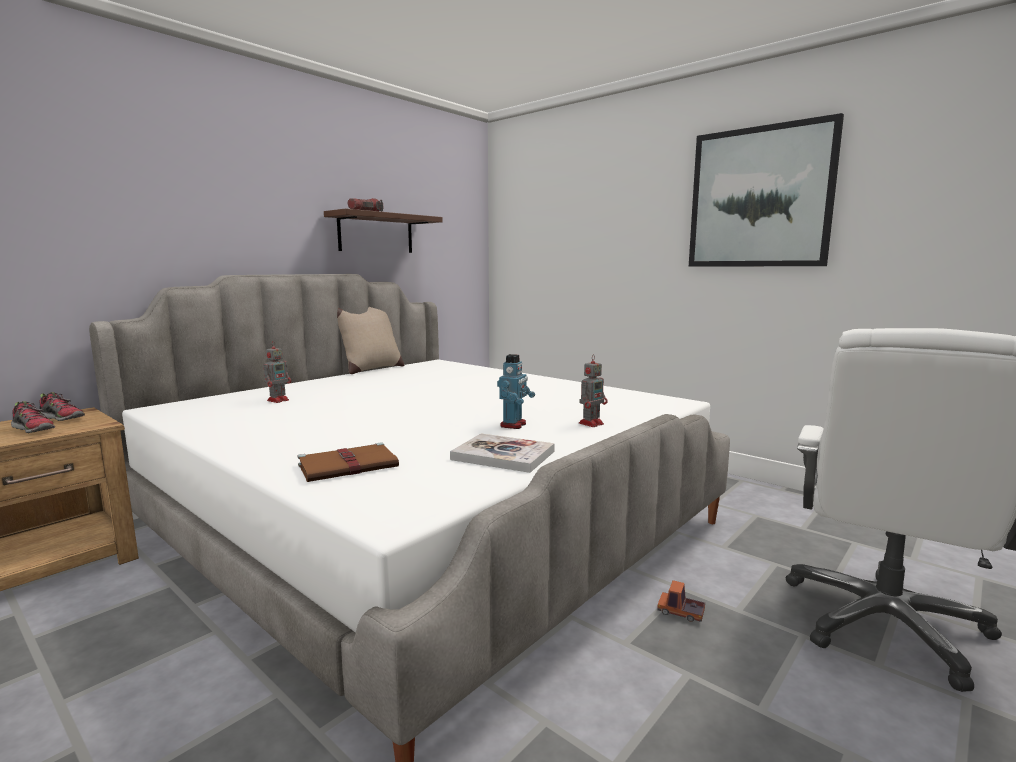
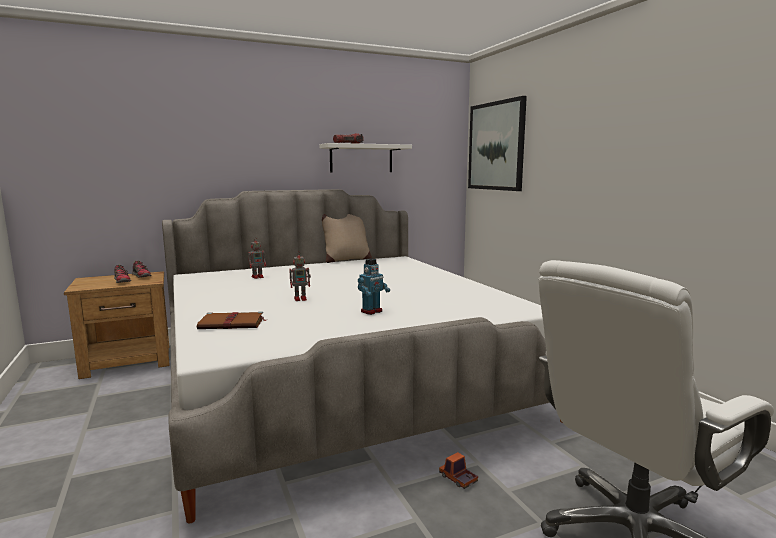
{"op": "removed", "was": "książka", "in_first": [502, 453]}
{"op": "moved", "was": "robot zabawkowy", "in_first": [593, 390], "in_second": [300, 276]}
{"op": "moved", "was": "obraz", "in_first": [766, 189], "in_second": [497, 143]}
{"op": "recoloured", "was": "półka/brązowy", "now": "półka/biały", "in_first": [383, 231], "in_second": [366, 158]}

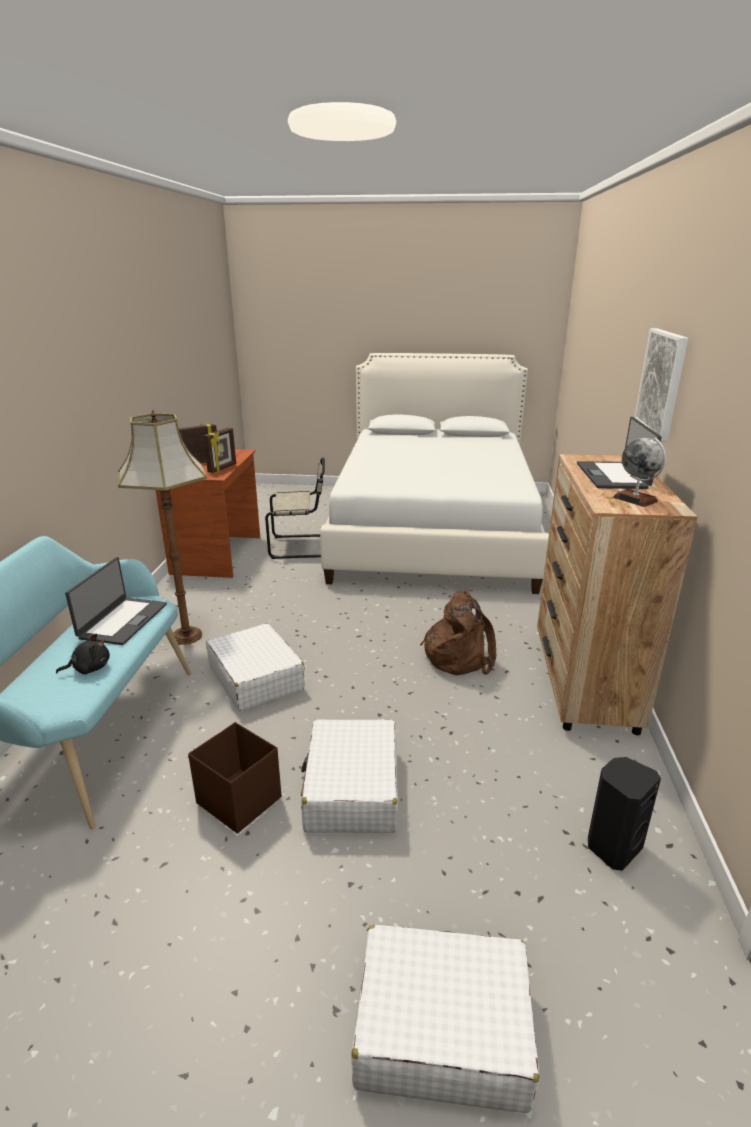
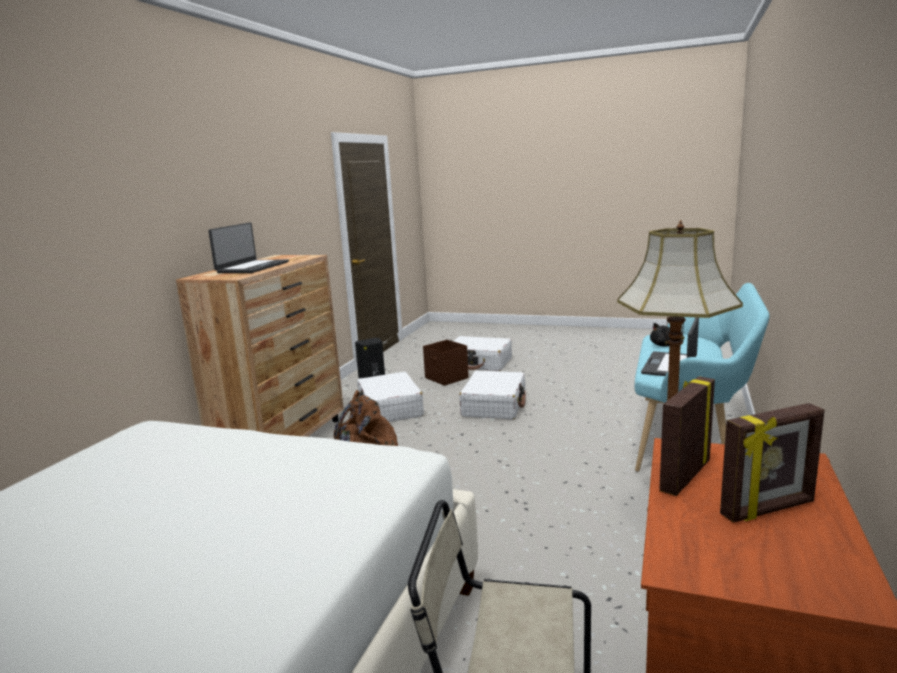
{"op": "removed", "was": "globus", "in_first": [639, 472]}
{"op": "removed", "was": "obraz", "in_first": [661, 384]}
{"op": "moved", "was": "pojemnik do przechowywania/brązowy", "in_first": [234, 778], "in_second": [446, 363]}
{"op": "moved", "was": "walizka/biały", "in_first": [255, 667], "in_second": [390, 397]}

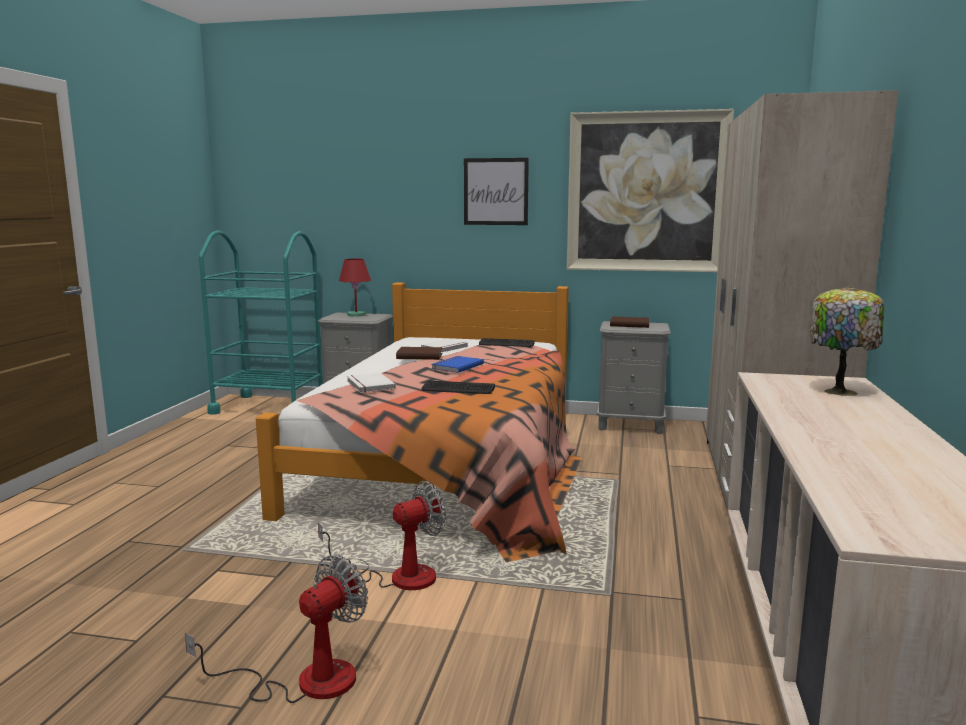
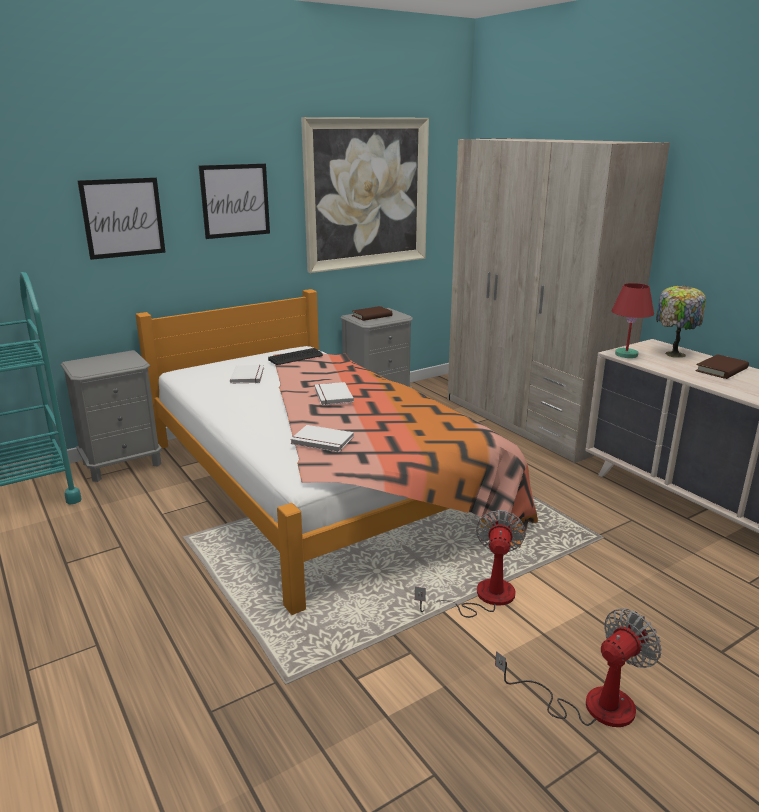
{"op": "removed", "was": "klawiatura", "in_first": [458, 387]}
{"op": "added", "now": "obraz", "in_second": [122, 218]}
{"op": "moved", "was": "lampa stołowa/czerwony", "in_first": [355, 288], "in_second": [633, 320]}
{"op": "moved", "was": "książka/brązowy", "in_first": [419, 353], "in_second": [722, 366]}
{"op": "recoloured", "was": "książka/niebieski", "now": "książka/biały", "in_first": [457, 364], "in_second": [334, 393]}
{"op": "turned", "was": "wentylator", "in_first": [276, 629], "in_second": [578, 667], "clockwise": 60}

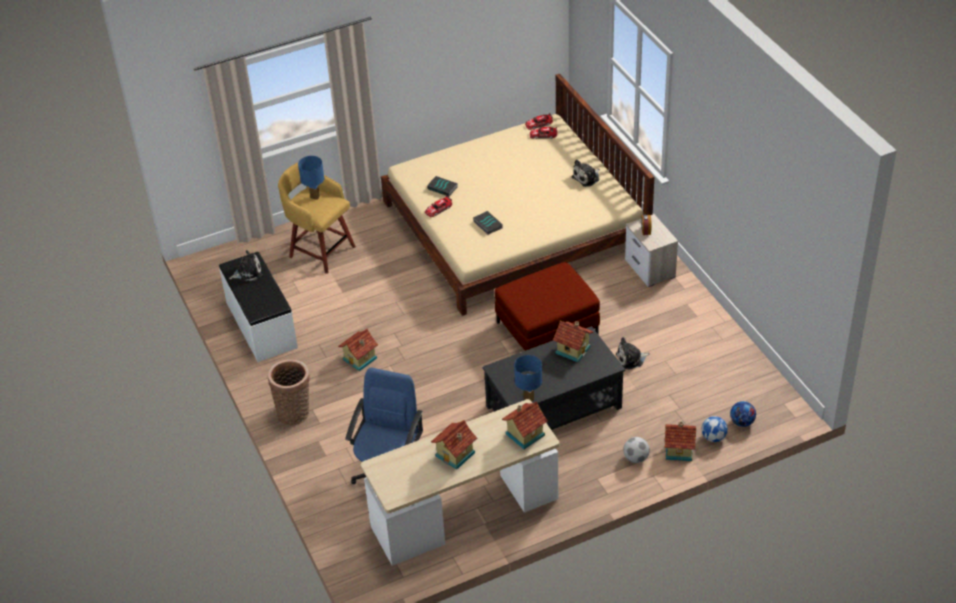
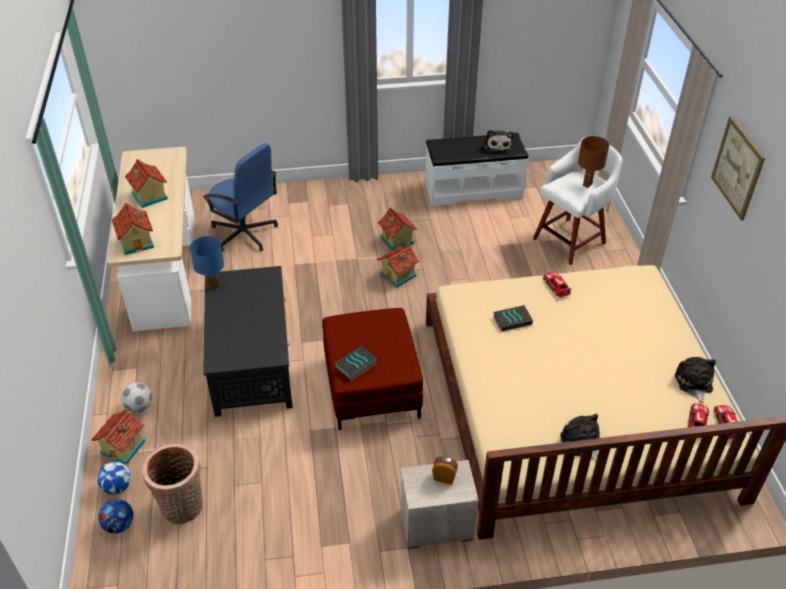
{"op": "added", "now": "obraz", "in_second": [738, 168]}
{"op": "moved", "was": "koszyk", "in_first": [289, 392], "in_second": [173, 483]}
{"op": "moved", "was": "książka", "in_first": [442, 186], "in_second": [356, 363]}
{"op": "moved", "was": "domek", "in_first": [573, 342], "in_second": [398, 265]}
{"op": "moved", "was": "pluszak", "in_first": [633, 353], "in_second": [695, 380]}
{"op": "recoloured", "was": "stołek/żółty", "now": "stołek/biały", "in_first": [317, 218], "in_second": [577, 201]}
{"op": "recoloured", "was": "lampa stołowa/niebieski", "now": "lampa stołowa/brązowy", "in_first": [311, 178], "in_second": [593, 162]}

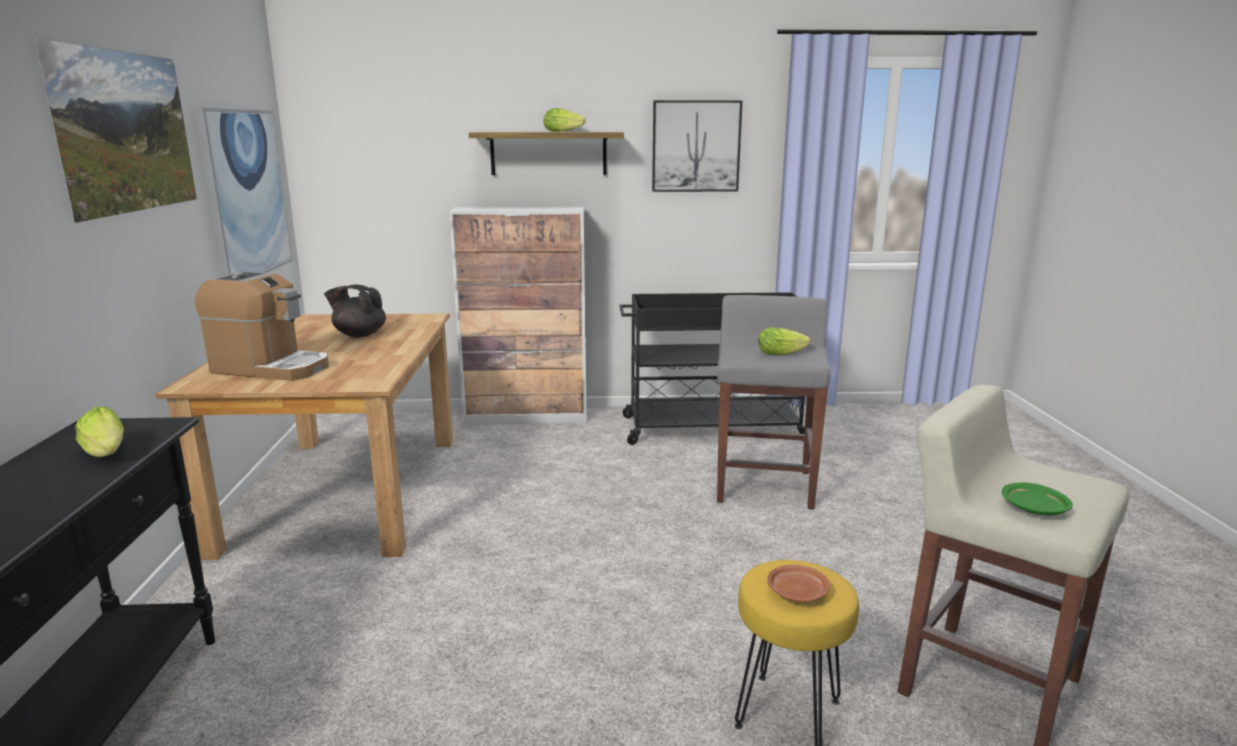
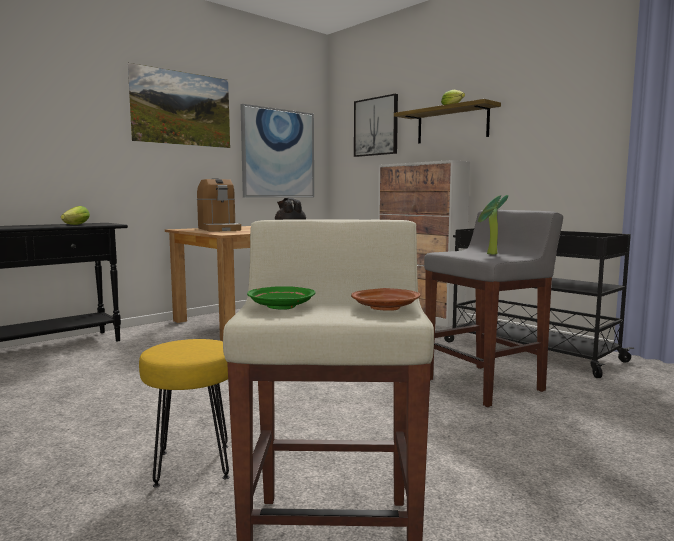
{"op": "moved", "was": "obraz", "in_first": [697, 146], "in_second": [376, 125]}
{"op": "moved", "was": "talerz/brązowy", "in_first": [798, 583], "in_second": [385, 299]}
{"op": "replaced", "was": "sałata", "now": "roślina doniczkowa", "in_first": [784, 341], "in_second": [493, 225]}

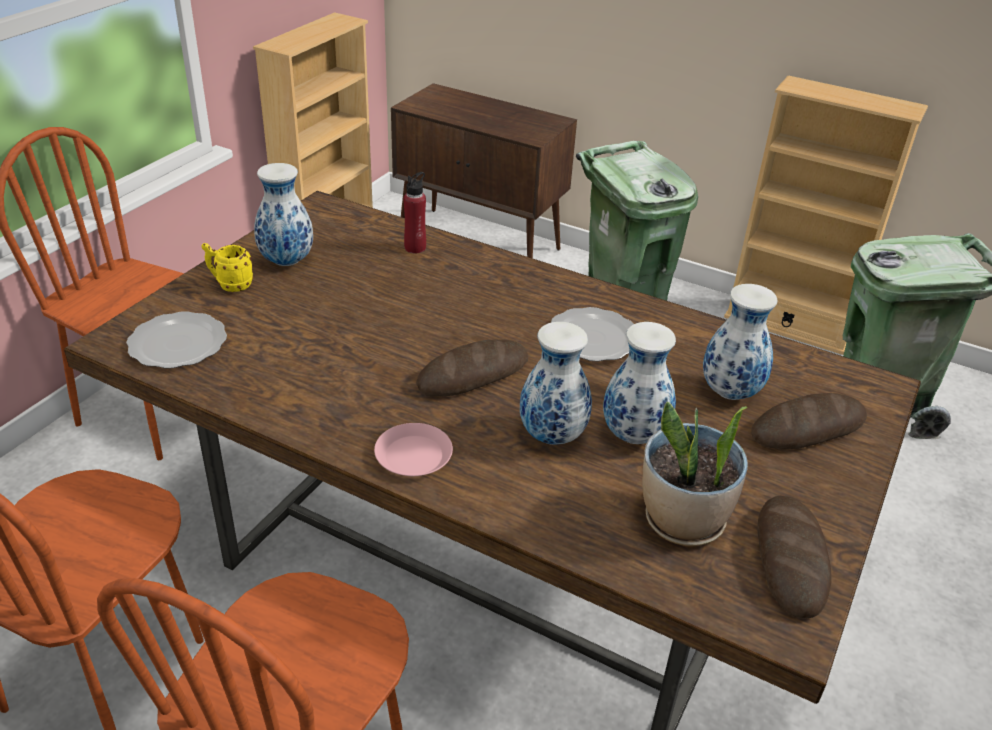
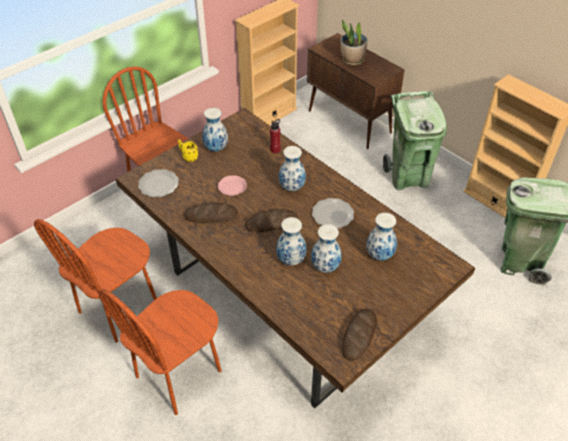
{"op": "added", "now": "wazon", "in_second": [292, 168]}
{"op": "moved", "was": "talerz/różowy", "in_first": [413, 449], "in_second": [232, 185]}
{"op": "moved", "was": "roślina doniczkowa", "in_first": [695, 474], "in_second": [354, 42]}
{"op": "moved", "was": "chleb", "in_first": [809, 421], "in_second": [211, 213]}

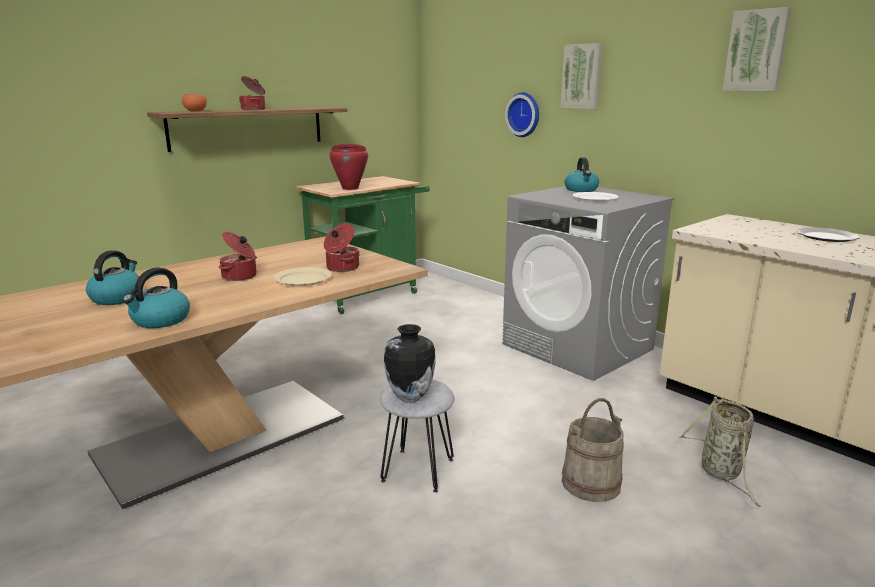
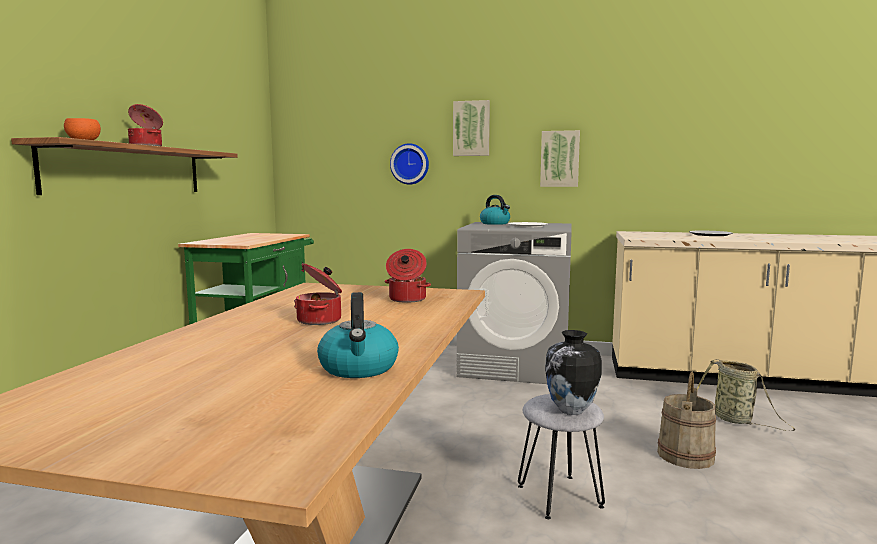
{"op": "removed", "was": "czajnik", "in_first": [112, 277]}
{"op": "removed", "was": "talerz/beżowy", "in_first": [303, 276]}
{"op": "removed", "was": "garnek/czerwony", "in_first": [348, 167]}
{"op": "moved", "was": "obraz", "in_first": [756, 49], "in_second": [560, 158]}

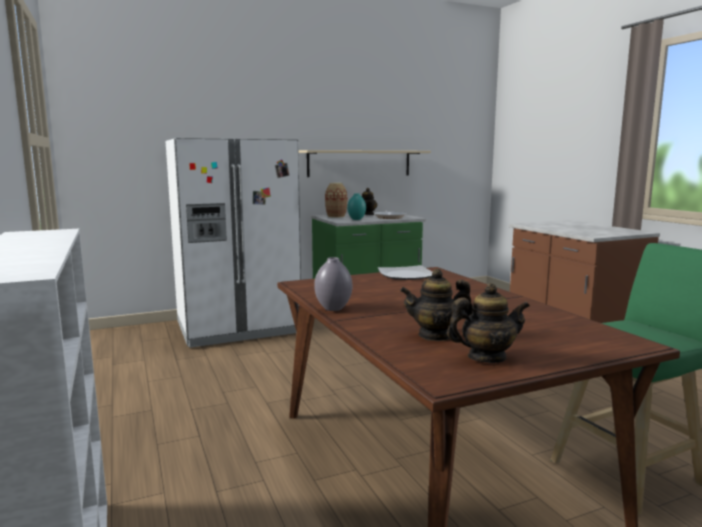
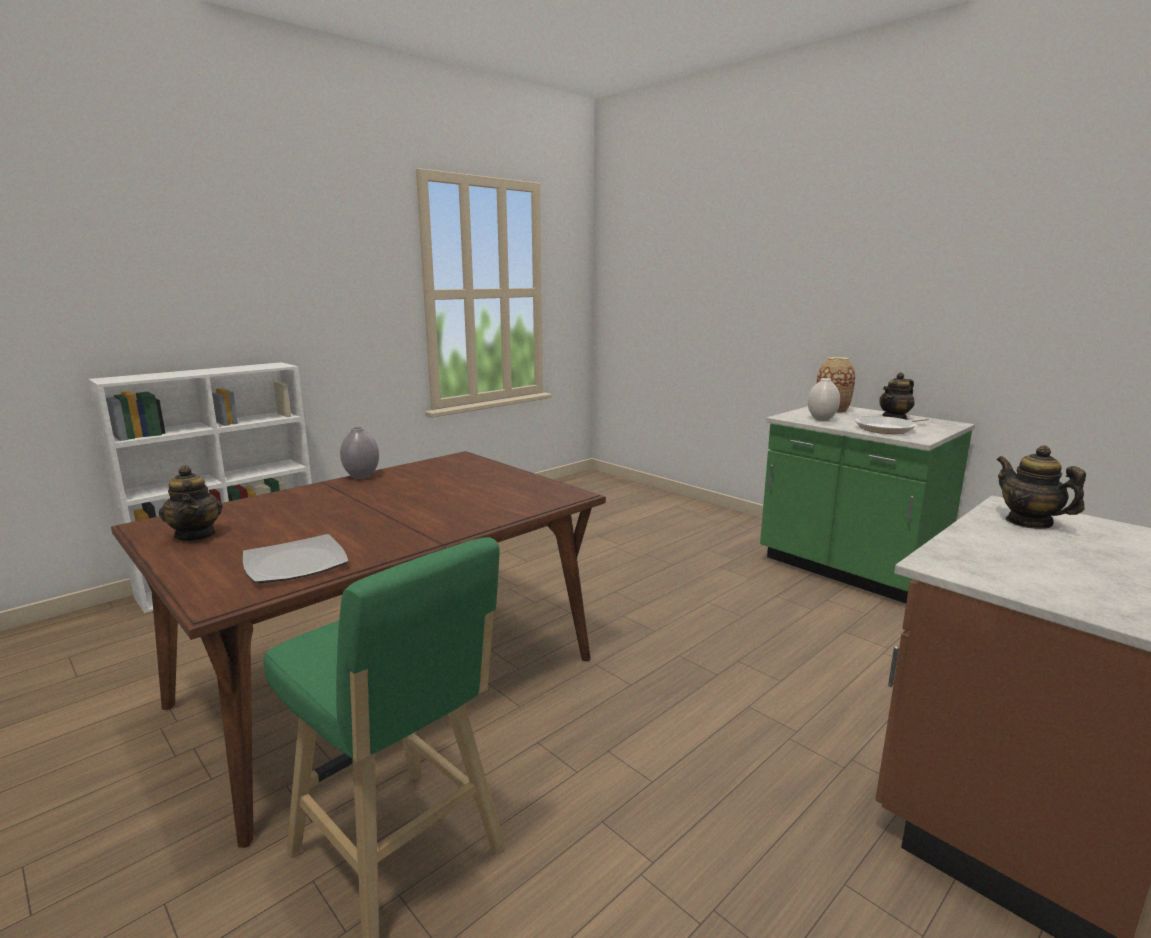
{"op": "removed", "was": "lodówka/biały", "in_first": [233, 243]}
{"op": "removed", "was": "półka/beżowy", "in_first": [365, 163]}
{"op": "moved", "was": "talerz", "in_first": [405, 272], "in_second": [296, 558]}
{"op": "moved", "was": "imbryk", "in_first": [436, 305], "in_second": [1041, 487]}
{"op": "recoloured", "was": "wazon/turkusowy", "now": "wazon/biały", "in_first": [356, 206], "in_second": [824, 399]}

